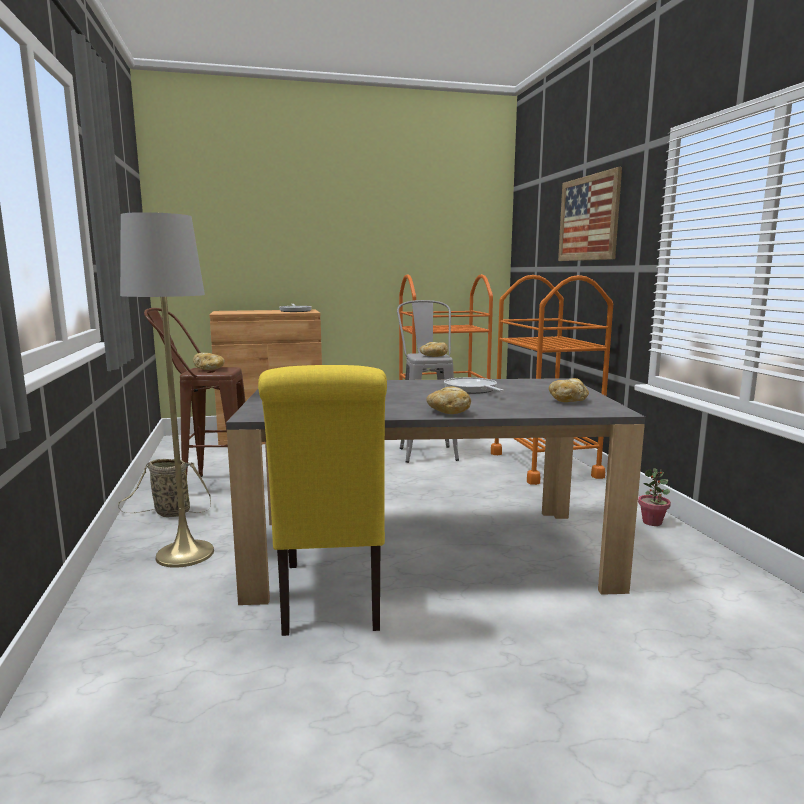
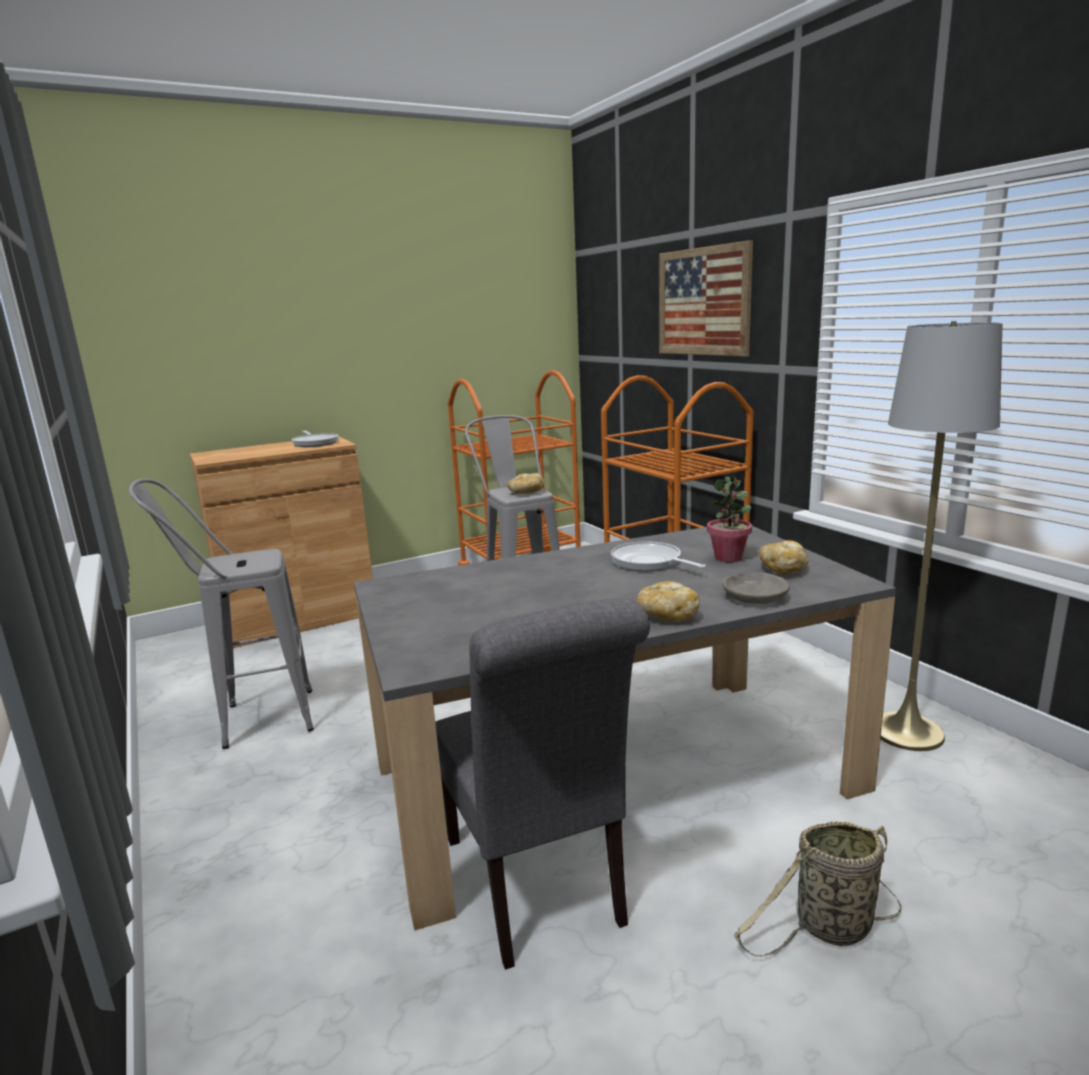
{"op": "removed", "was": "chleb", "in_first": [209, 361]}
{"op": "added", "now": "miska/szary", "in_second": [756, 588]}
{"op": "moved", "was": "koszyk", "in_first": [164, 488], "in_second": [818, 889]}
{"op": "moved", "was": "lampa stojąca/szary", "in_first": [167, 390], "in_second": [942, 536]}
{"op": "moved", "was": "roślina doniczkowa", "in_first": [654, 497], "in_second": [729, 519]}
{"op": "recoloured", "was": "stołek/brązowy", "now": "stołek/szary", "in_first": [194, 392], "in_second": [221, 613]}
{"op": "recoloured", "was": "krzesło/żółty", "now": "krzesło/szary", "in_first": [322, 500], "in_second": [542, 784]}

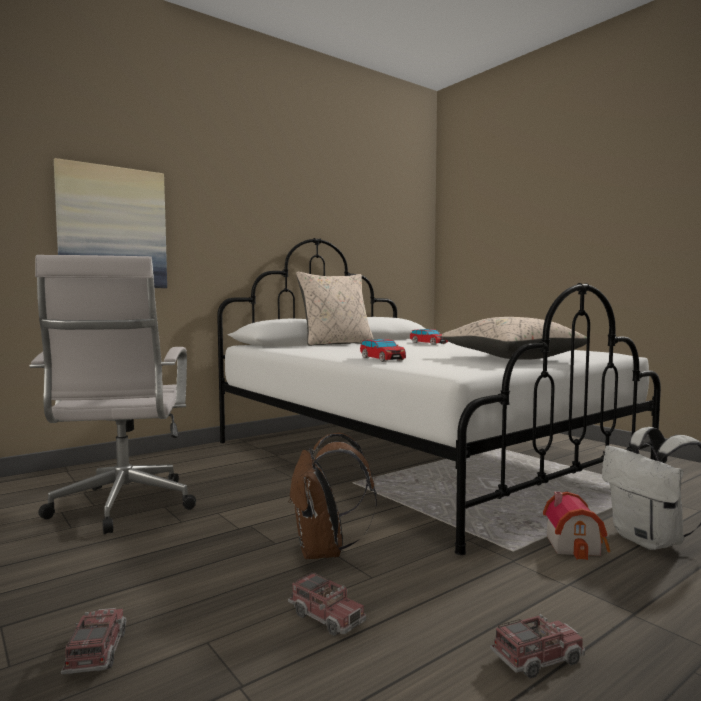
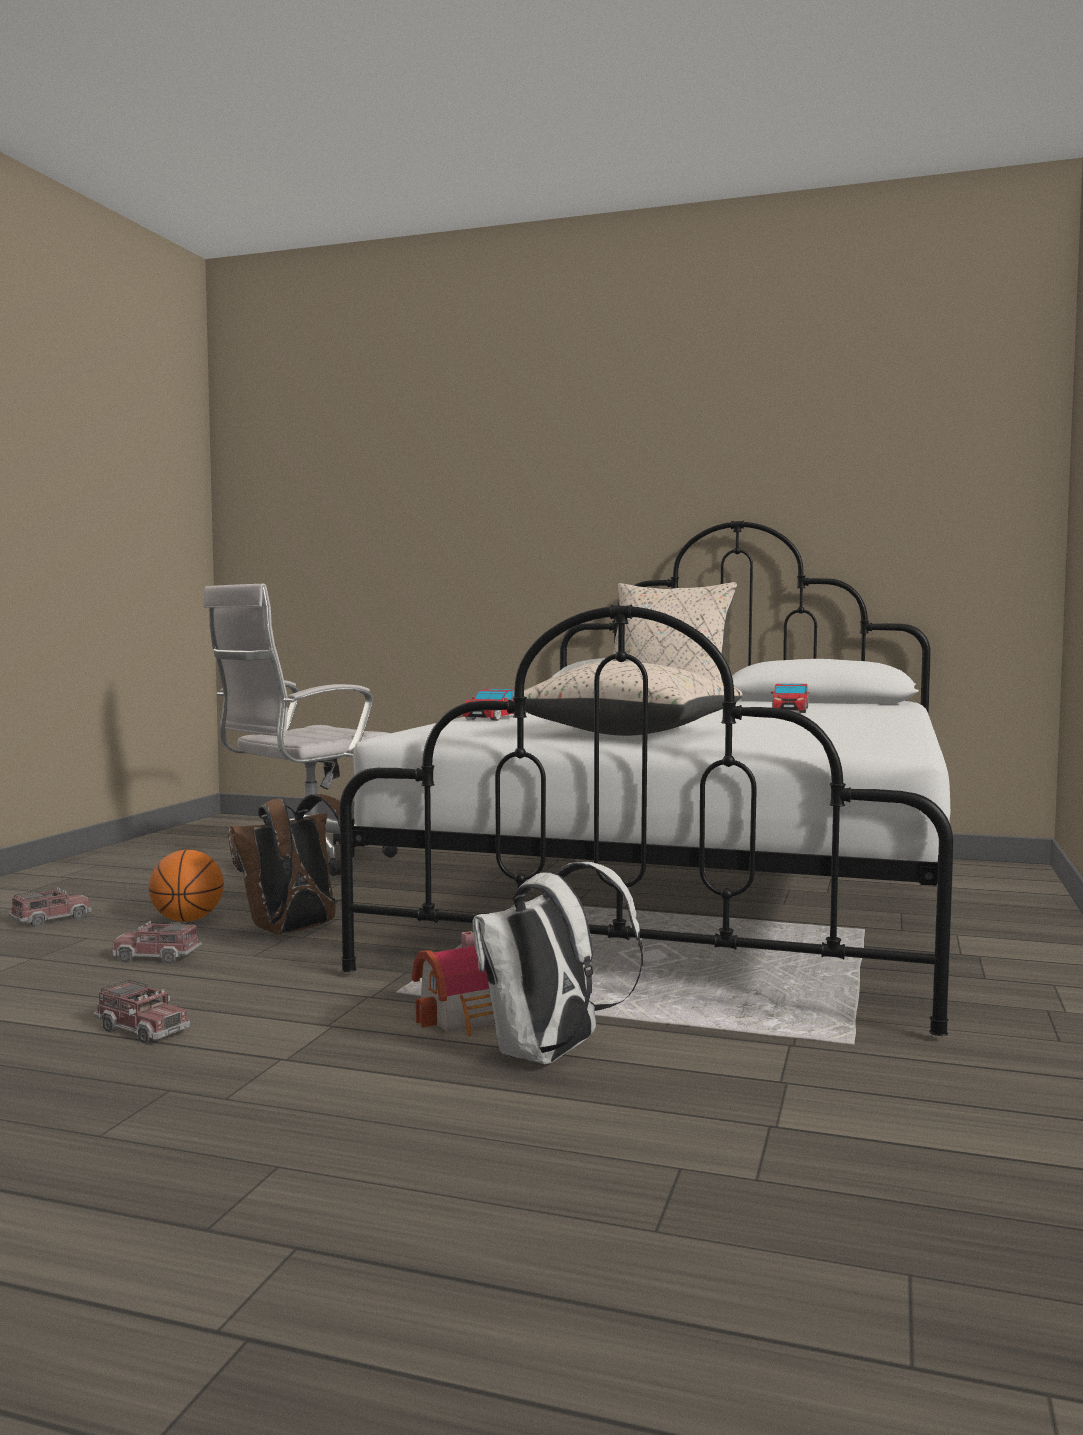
{"op": "removed", "was": "obraz", "in_first": [110, 223]}
{"op": "added", "now": "piłka do koszykówki", "in_second": [186, 886]}
{"op": "turned", "was": "ciężarówka zabawkowa", "in_first": [327, 603], "in_second": [157, 942], "clockwise": 90}

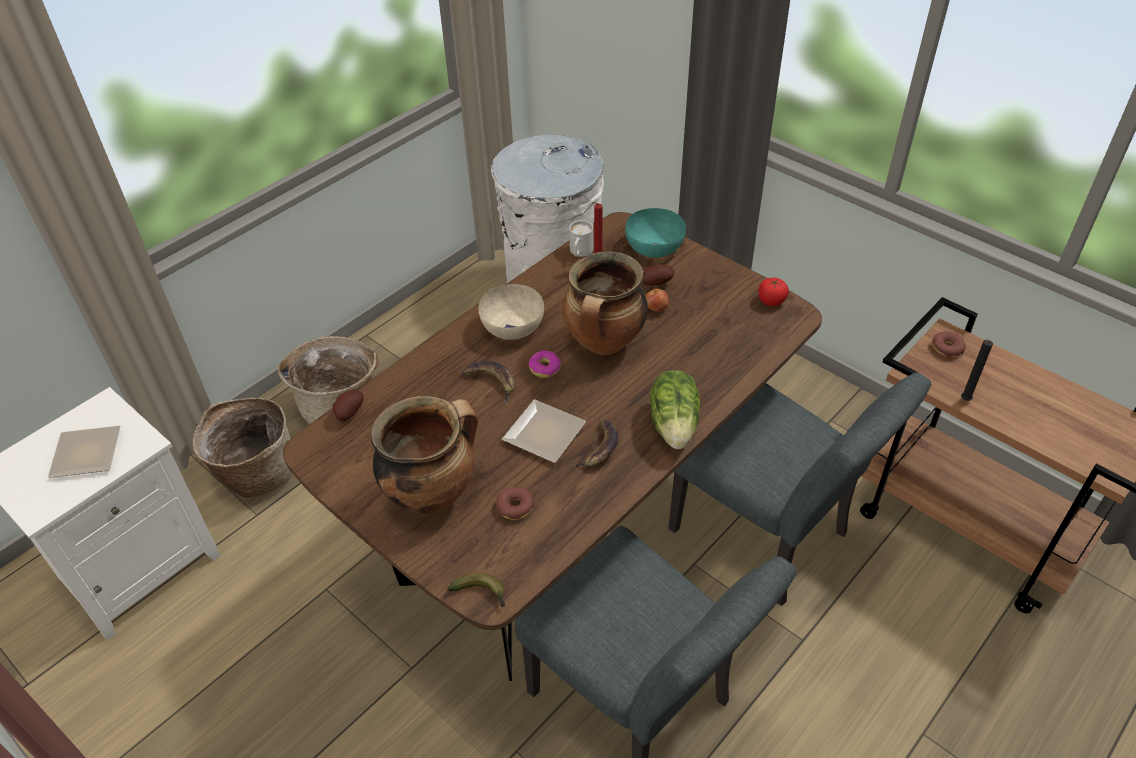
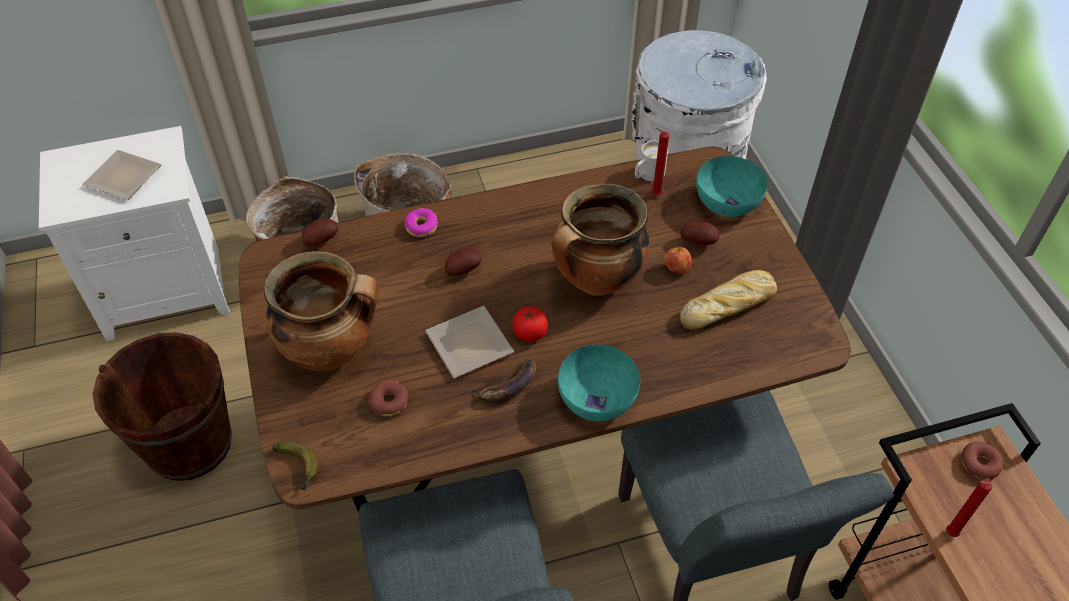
{"op": "removed", "was": "miska/beżowy", "in_first": [511, 312]}
{"op": "added", "now": "wiadro/brązowy", "in_second": [162, 406]}
{"op": "added", "now": "chleb", "in_second": [728, 300]}
{"op": "moved", "was": "donut", "in_first": [545, 364], "in_second": [421, 222]}
{"op": "moved", "was": "pomidor", "in_first": [773, 292], "in_second": [530, 324]}
{"op": "replaced", "was": "banan", "now": "ziemniak", "in_first": [488, 382], "in_second": [463, 262]}
{"op": "replaced", "was": "sałata", "now": "miska/turkusowy", "in_first": [675, 409], "in_second": [599, 383]}
{"op": "recoloured", "was": "świeca/czarny", "now": "świeca/czerwony", "in_first": [977, 370], "in_second": [969, 508]}

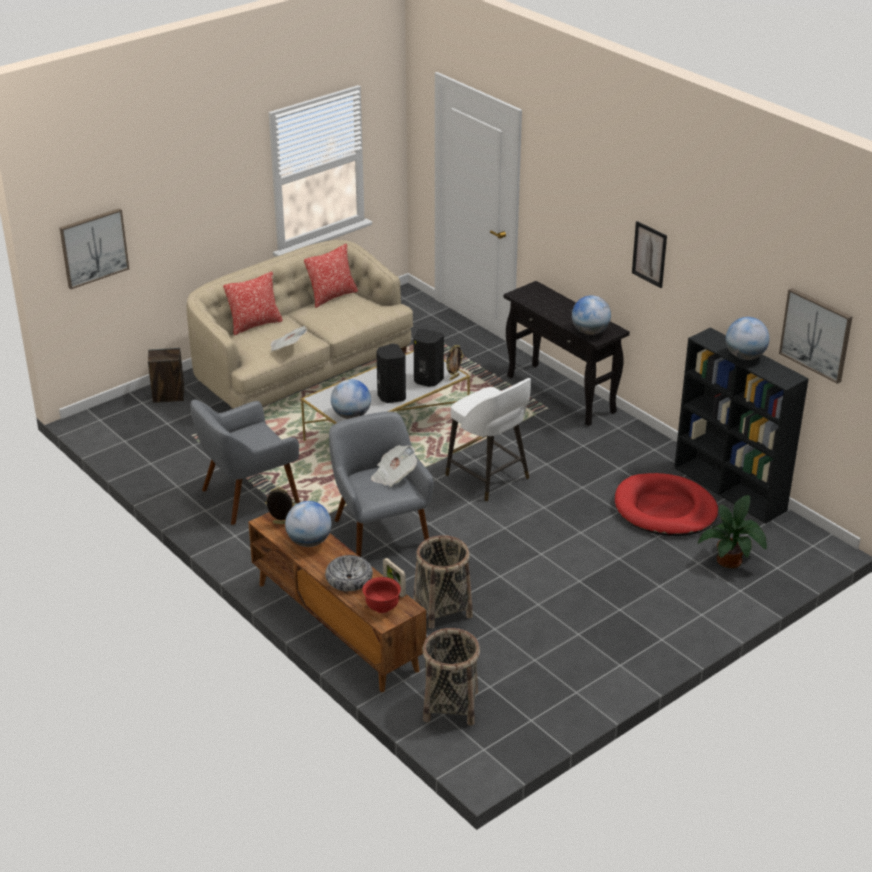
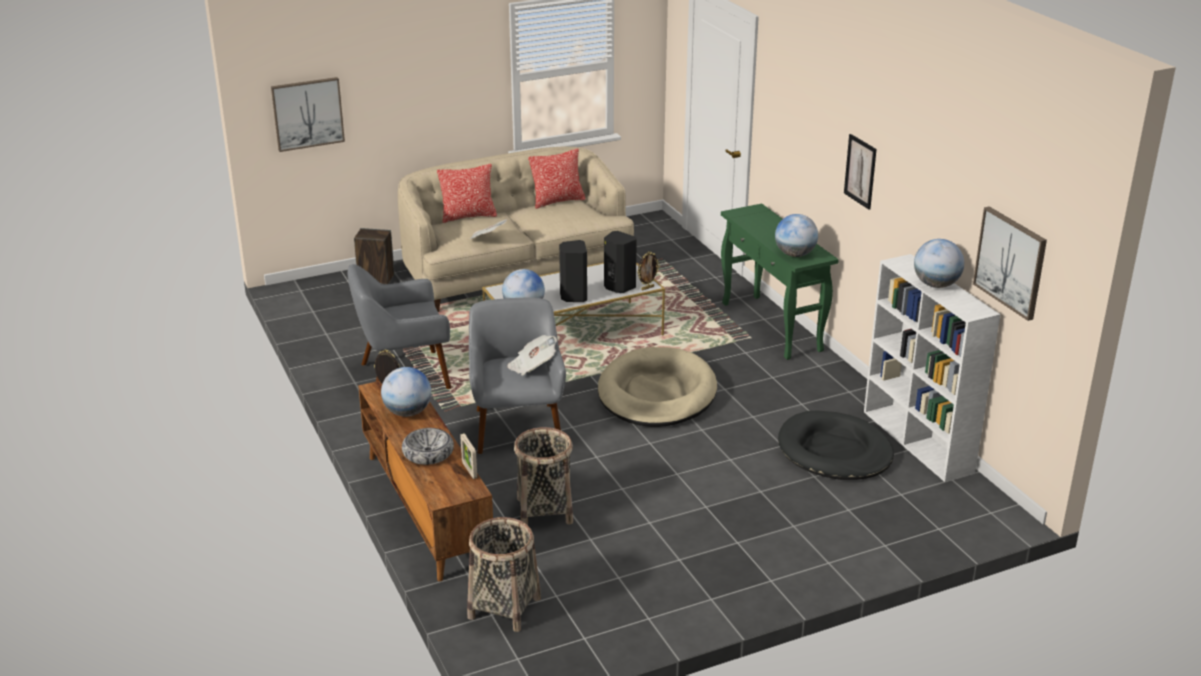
{"op": "removed", "was": "miska/czerwony", "in_first": [381, 595]}
{"op": "removed", "was": "roślina doniczkowa", "in_first": [732, 531]}
{"op": "replaced", "was": "stołek/biały", "now": "legowisko/beżowy", "in_first": [488, 440], "in_second": [657, 387]}
{"op": "recoloured", "was": "stolik konsolowy/czarny", "now": "stolik konsolowy/zielony", "in_first": [567, 353], "in_second": [780, 282]}
{"op": "recoloured", "was": "legowisko/czerwony", "now": "legowisko/czarny", "in_first": [666, 504], "in_second": [836, 445]}
{"op": "recoloured", "was": "regał/czarny", "now": "regał/biały", "in_first": [741, 425], "in_second": [932, 368]}

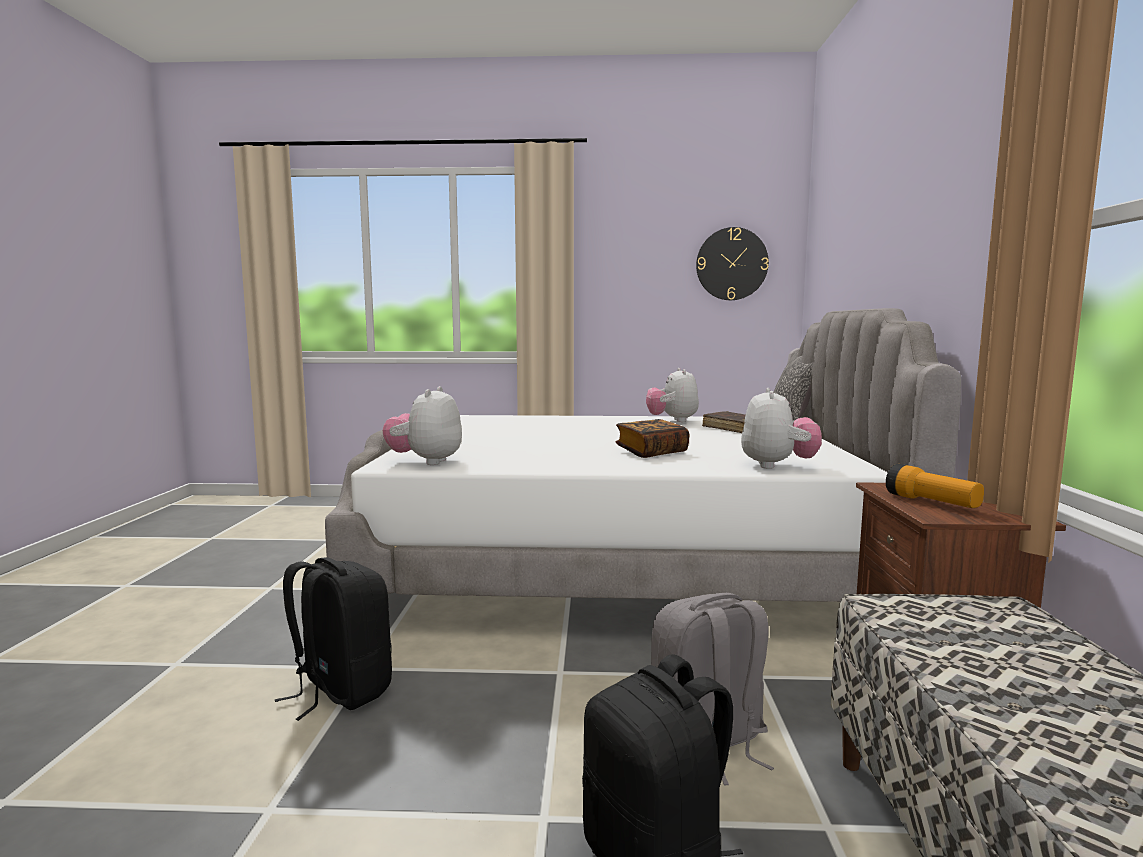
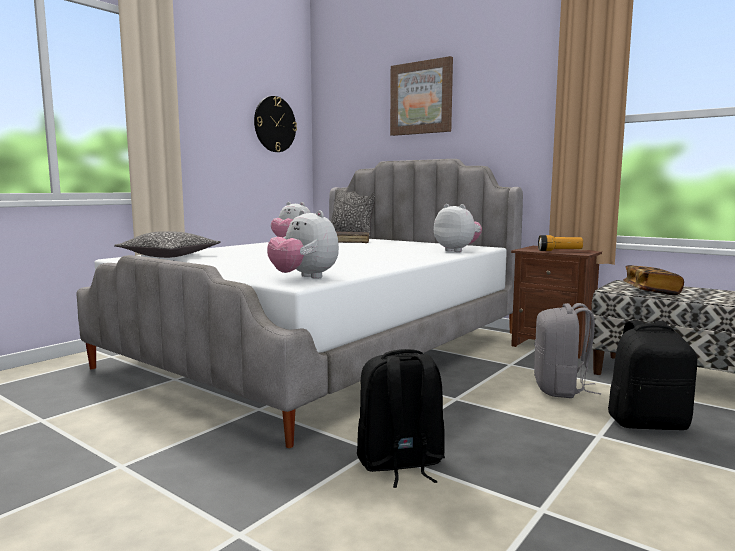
{"op": "added", "now": "poduszka", "in_second": [167, 244]}
{"op": "added", "now": "obraz", "in_second": [421, 96]}
{"op": "moved", "was": "książka", "in_first": [652, 438], "in_second": [653, 280]}

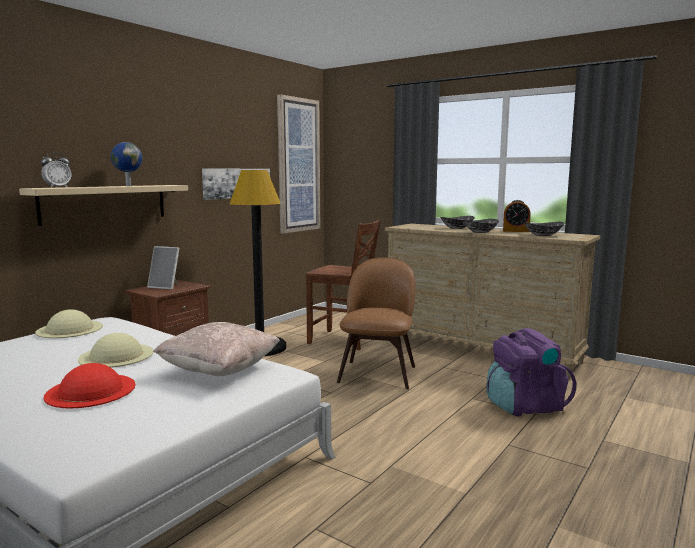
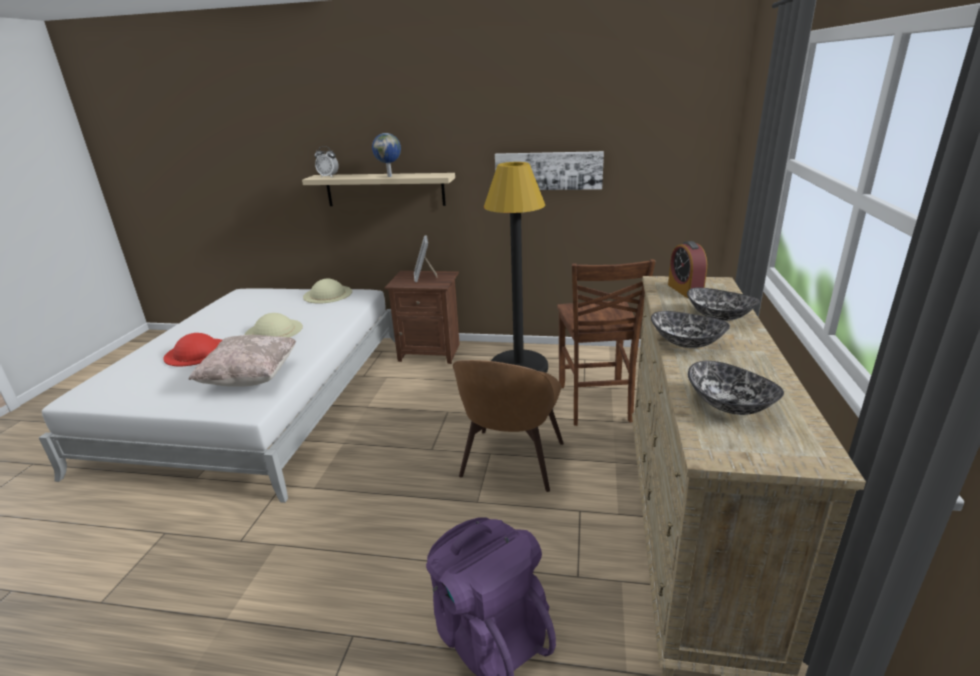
{"op": "removed", "was": "obraz", "in_first": [298, 164]}
{"op": "moved", "was": "budzik", "in_first": [517, 216], "in_second": [687, 269]}
{"op": "turned", "was": "krzesło/brązowy", "in_first": [376, 323], "in_second": [508, 426], "clockwise": 120}

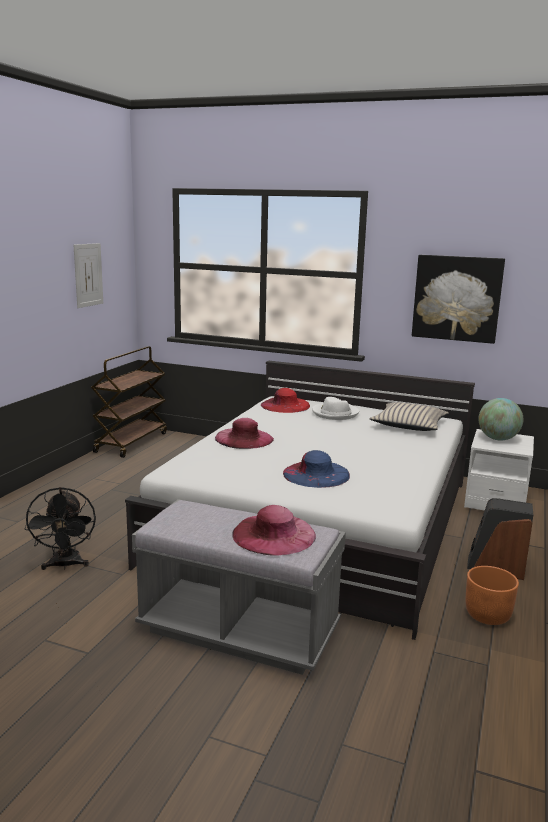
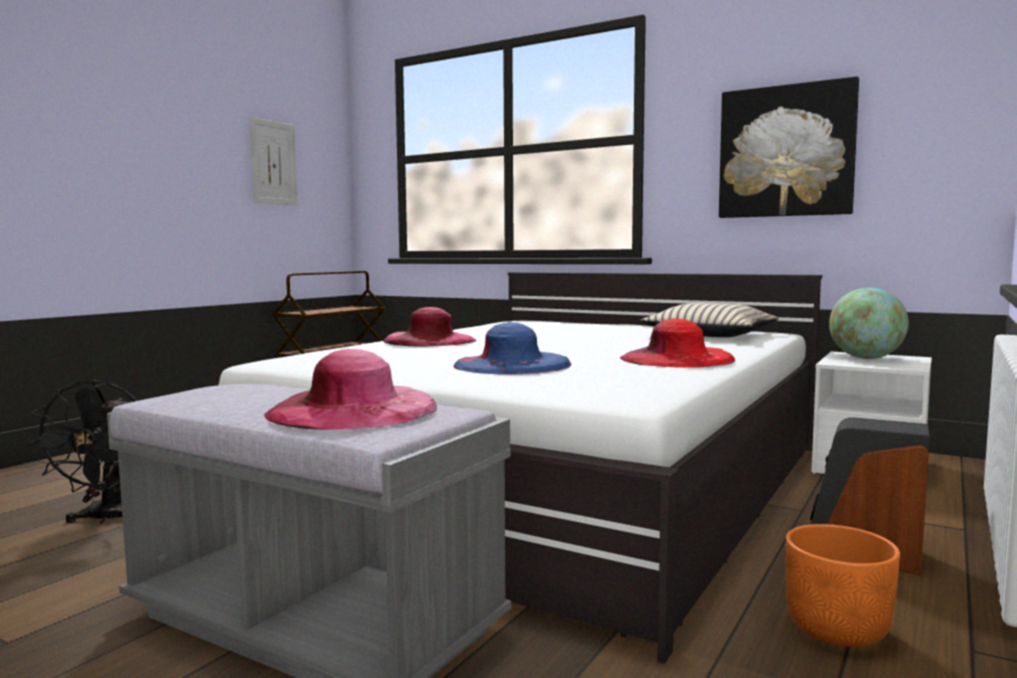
{"op": "removed", "was": "kapelusz/biały", "in_first": [335, 408]}
{"op": "moved", "was": "kapelusz/czerwony", "in_first": [285, 400], "in_second": [677, 343]}

